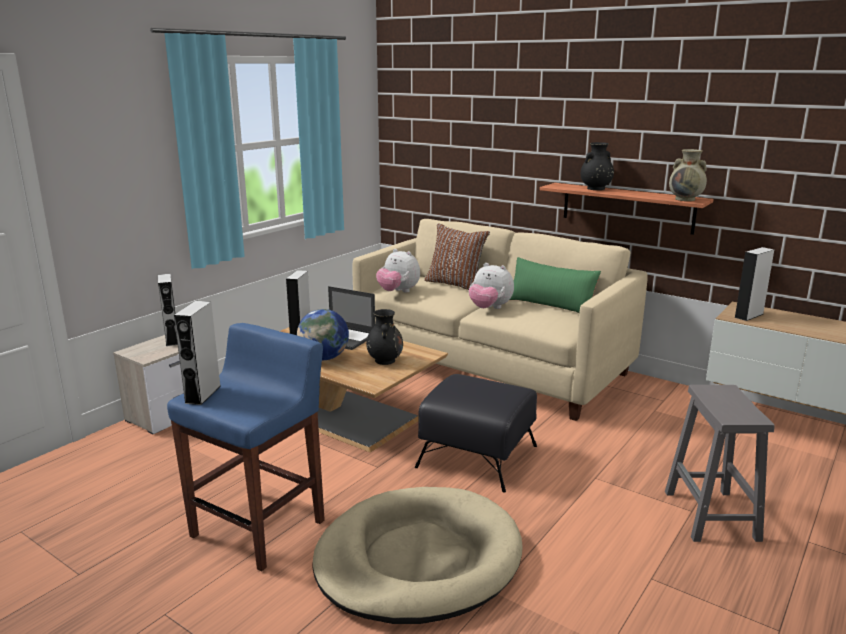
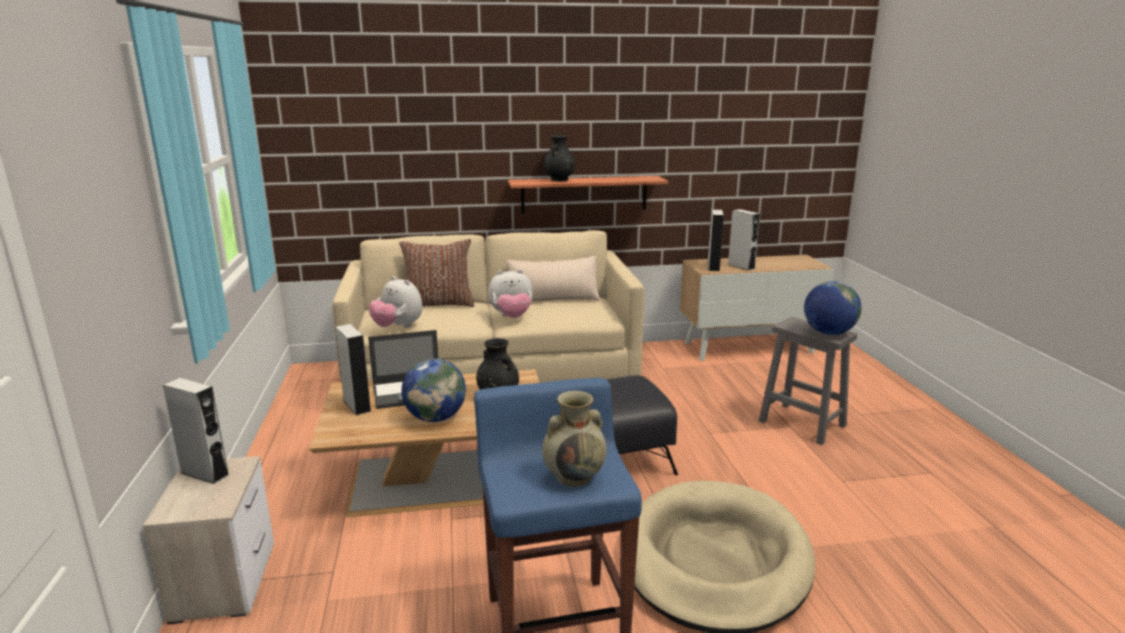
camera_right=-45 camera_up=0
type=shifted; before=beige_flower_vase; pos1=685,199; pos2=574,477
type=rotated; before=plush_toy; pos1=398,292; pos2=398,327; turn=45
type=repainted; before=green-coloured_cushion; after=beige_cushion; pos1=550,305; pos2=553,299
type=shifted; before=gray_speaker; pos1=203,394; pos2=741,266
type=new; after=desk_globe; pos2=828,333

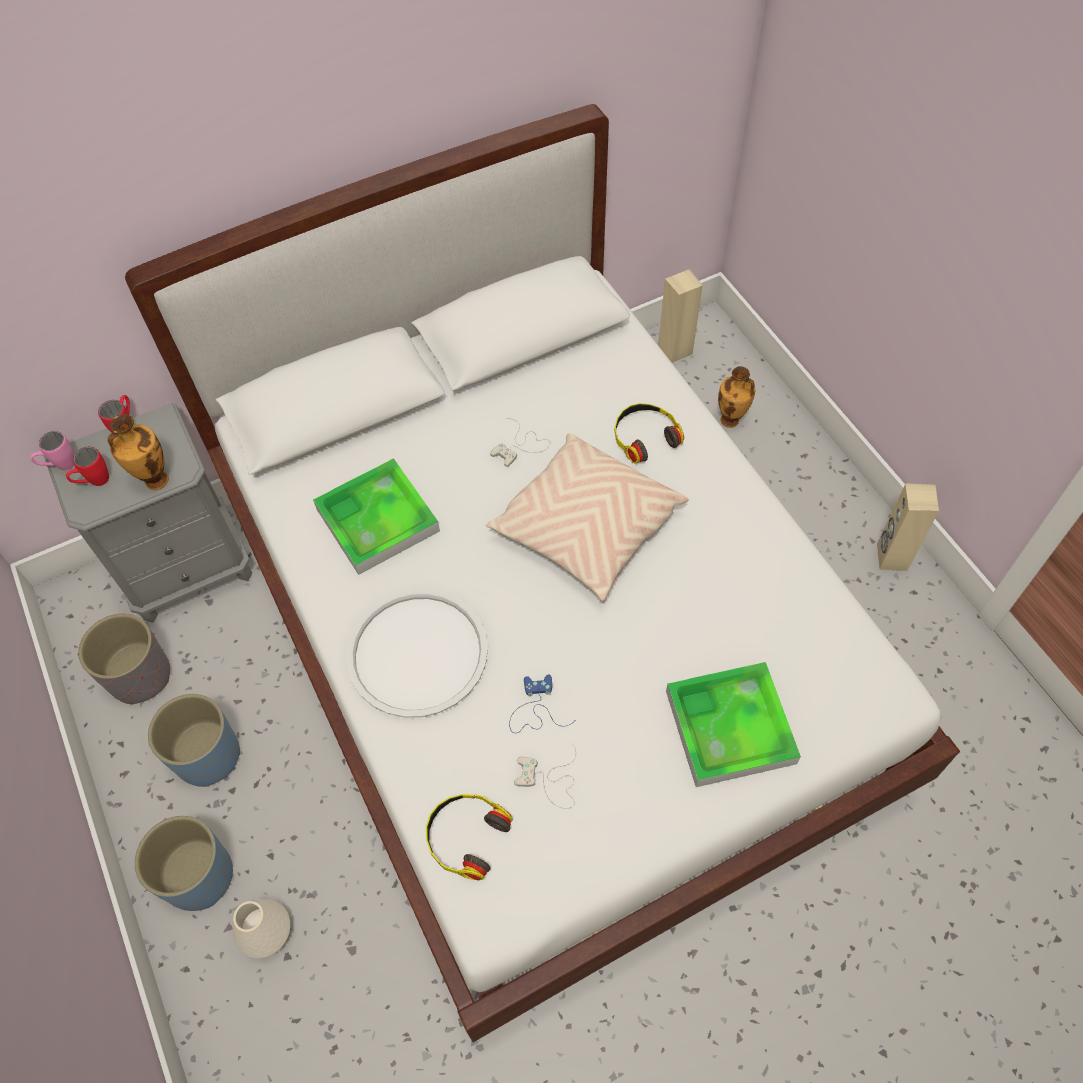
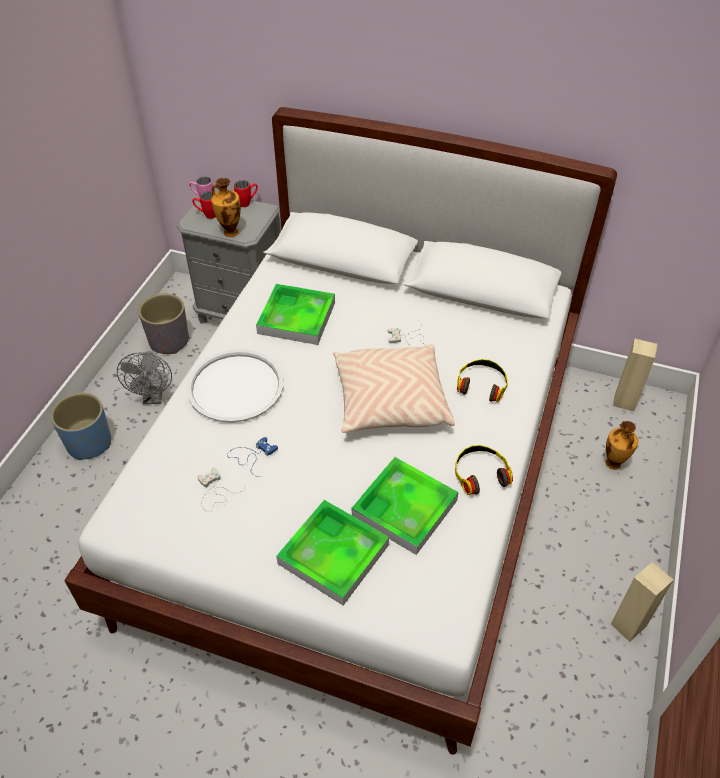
camera_right=45 camera_up=-10
type=swapped; before=blue-coloured_flower_pot; after=gray_electric_fan; pos1=208,755; pos2=153,397
type=shifted; before=pair_of_headphones; pos1=466,836; pos2=480,473
type=gone; before=white-coloured_flower_vase; pos1=267,932
type=new; after=serving_tray; pos2=404,508

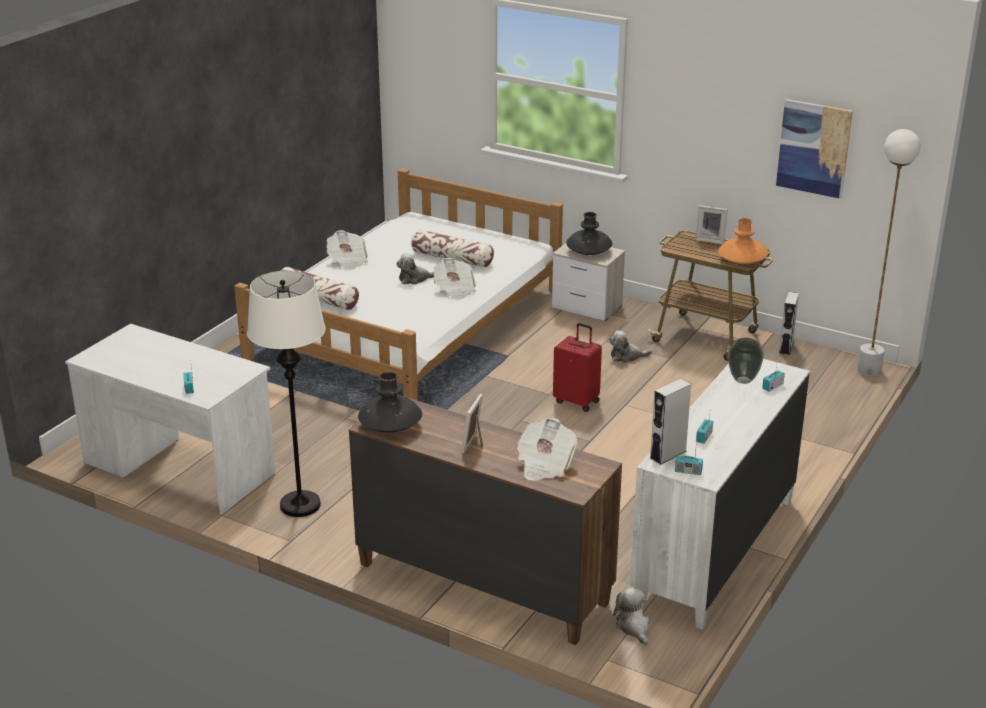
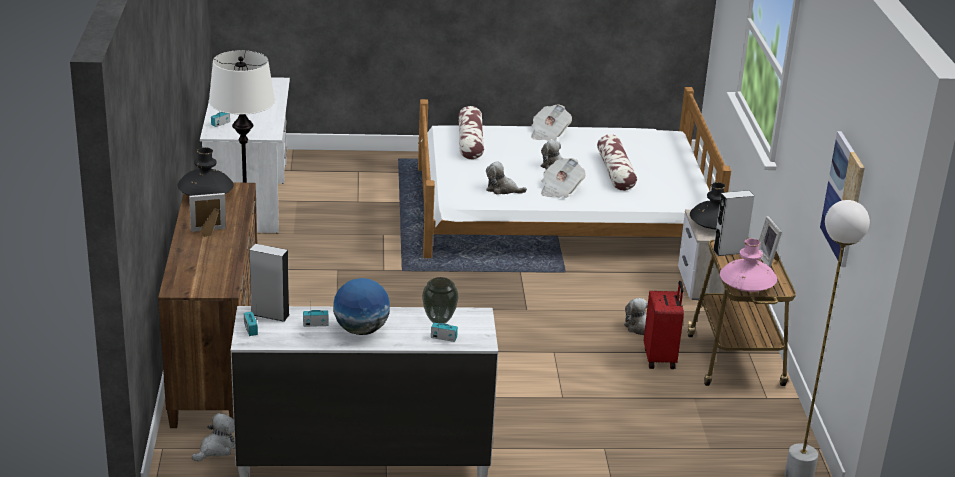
camera_right=55 camera_up=0
type=repainted; before=orangey_flower_vase; after=pinkish_flower_vase; pos1=742,260; pos2=746,285
type=shifted; before=gray_speaker; pos1=786,348; pos2=729,251
type=shifted; before=red_suitcase; pos1=577,401; pos2=660,358
type=gone; before=daily_paper; pos1=544,464
type=new; after=plush_toy; pos2=502,189
type=new; after=desk_globe; pos2=361,330

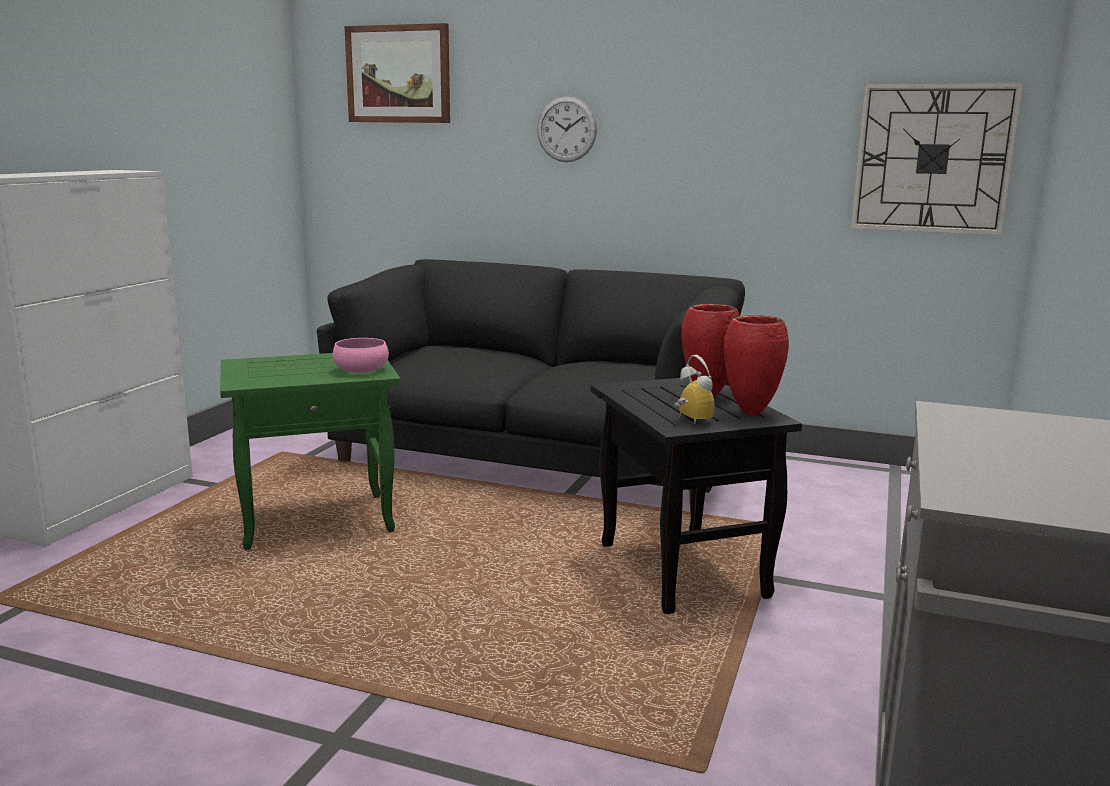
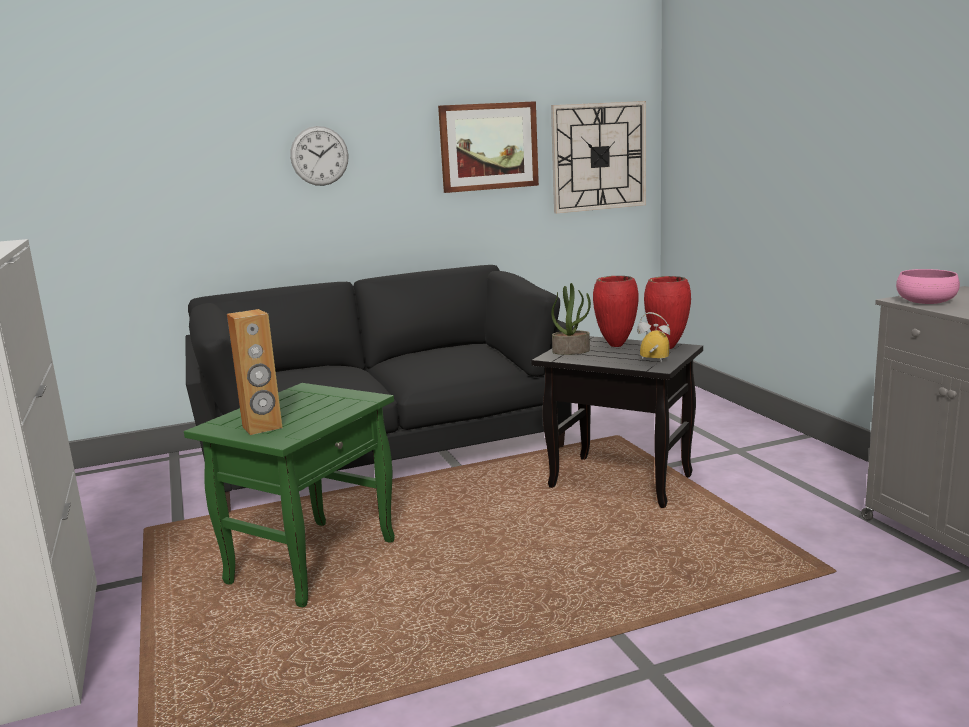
camera_right=-40 camera_up=0
type=shifted; before=wall_art; pos1=398,74; pos2=488,146
type=shifted; before=pinkish_bowl; pos1=361,369; pos2=926,301
type=new; after=plant_in_a_pot; pos2=571,351
type=new; after=brown-coloured_speaker; pos2=262,427

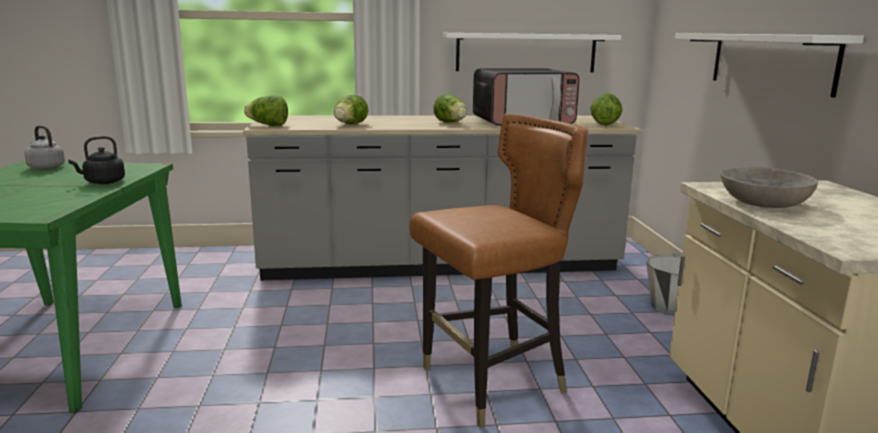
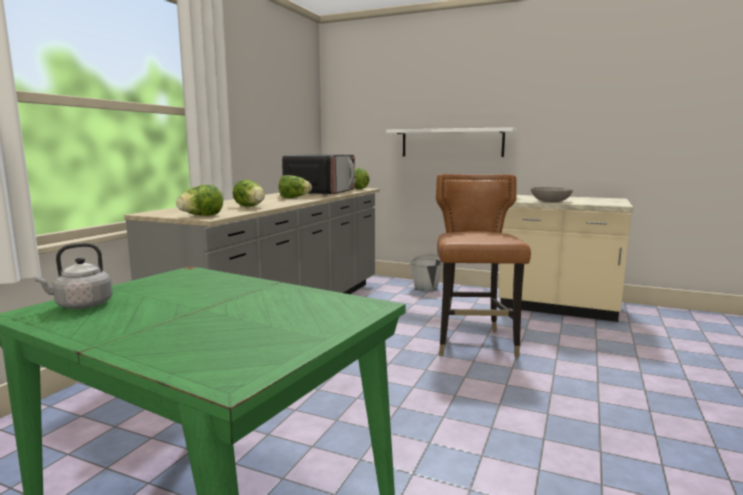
camera_right=-60 camera_up=-5
type=gone; before=white-coloured_wall_shelf; pos1=526,52
type=gone; before=black-coloured_tea_kettle; pos1=102,182

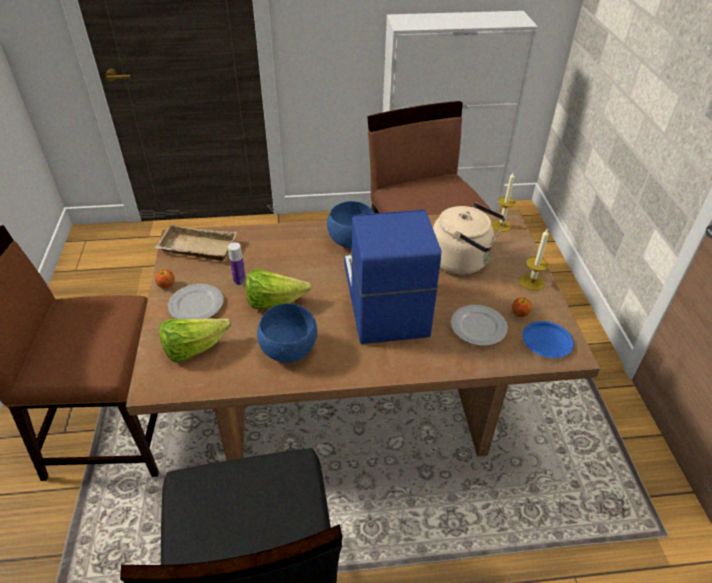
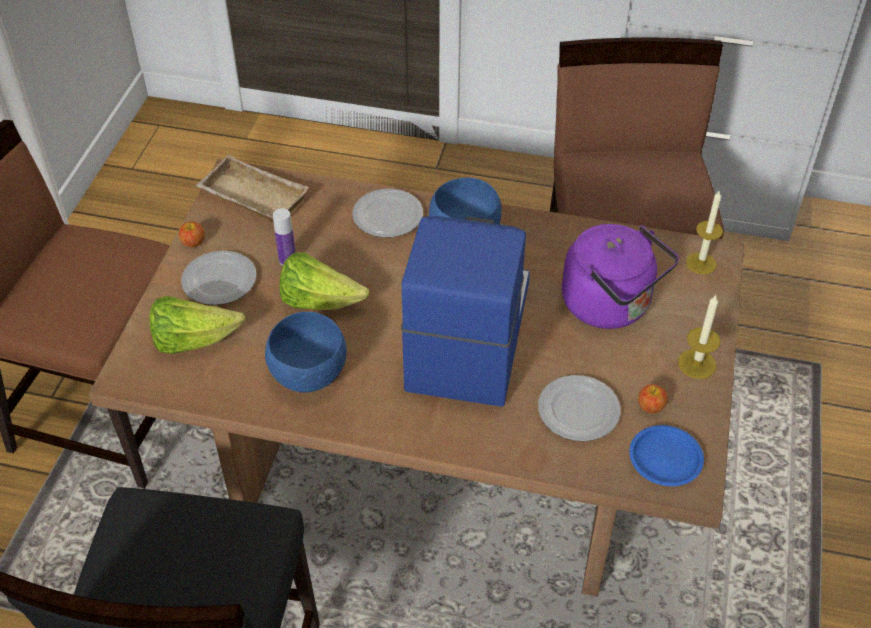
camera_right=20 camera_up=5
type=repainted; before=beige_tea_kettle; after=purplish_tea_kettle; pos1=463,261; pos2=611,306
type=new; after=flat_dish; pos2=388,216

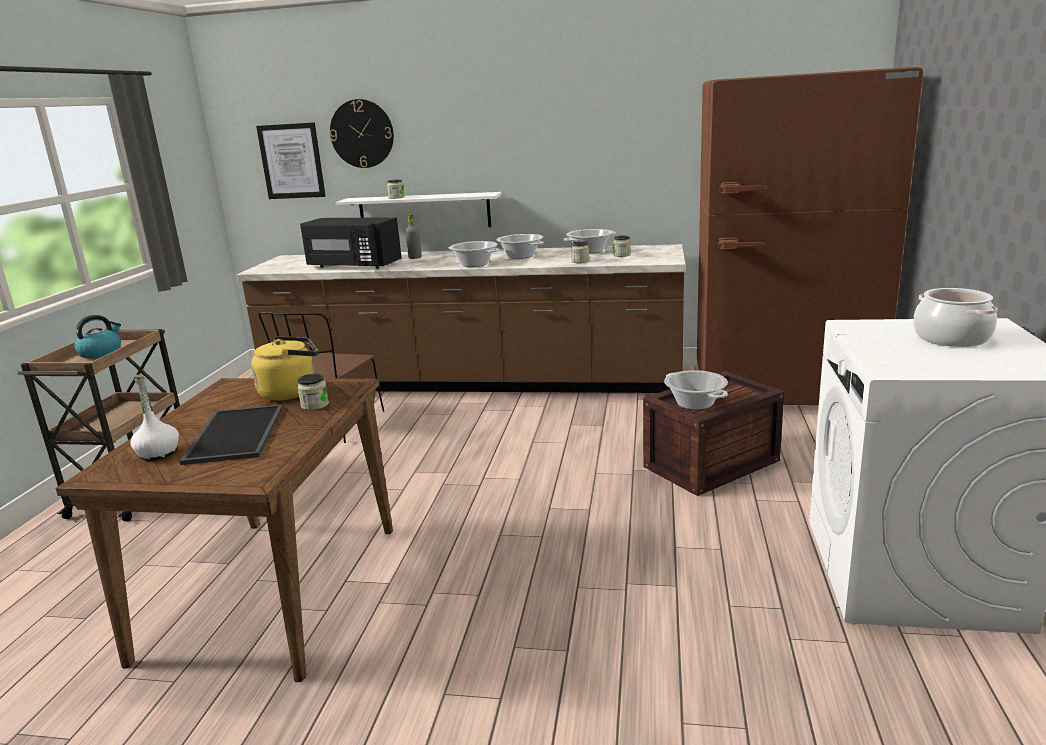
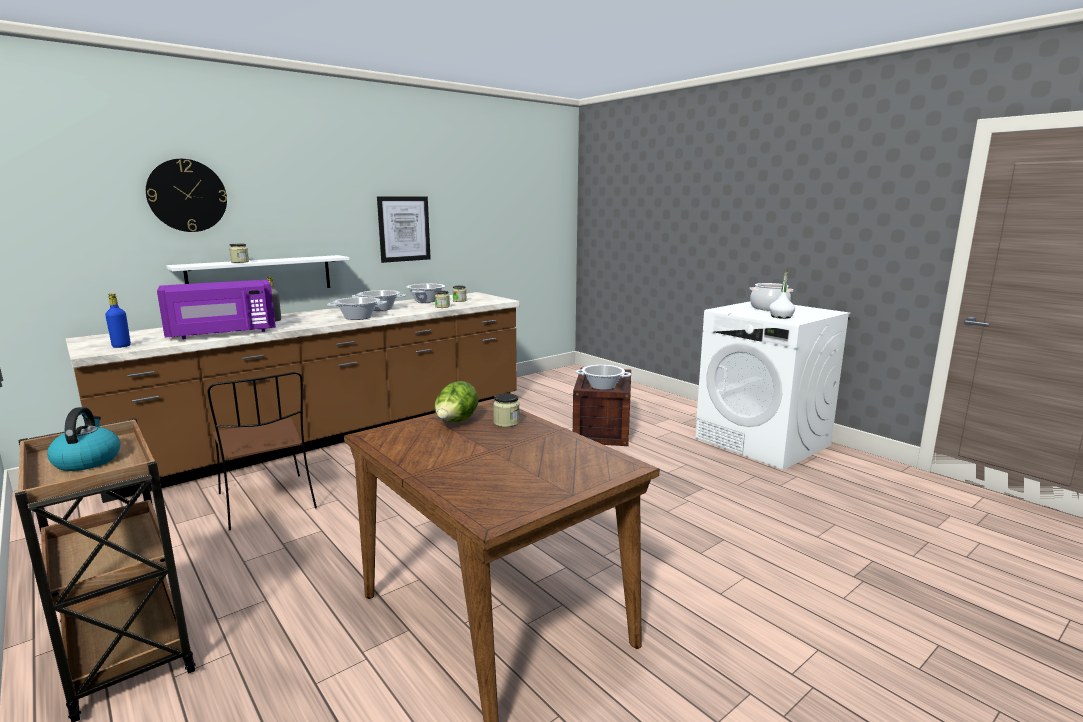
camera_right=-50 camera_up=-5
type=gone; before=brown-coloured_refrigerator; pos1=782,389
type=shifted; before=wall_art; pos1=292,161; pos2=404,229
type=repainted; before=black-coloured_microwave_oven; after=purplish_microwave_oven; pos1=352,266; pos2=222,333
type=swapped; before=yellowish_tea_kettle; after=head_of_lettuce; pos1=292,392; pos2=456,422
type=shifted; before=white-coloured_drink_bottle; pos1=158,453; pos2=781,317
type=gone; before=serving_tray; pos1=234,434
type=new; after=blue-coloured_drink_bottle; pos2=121,346

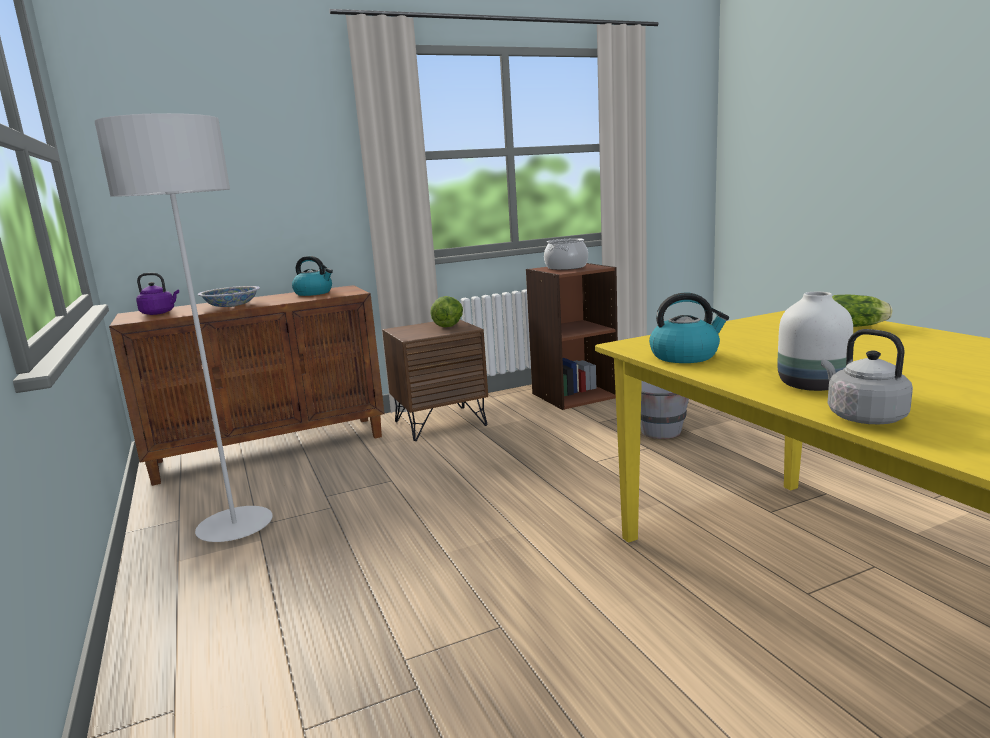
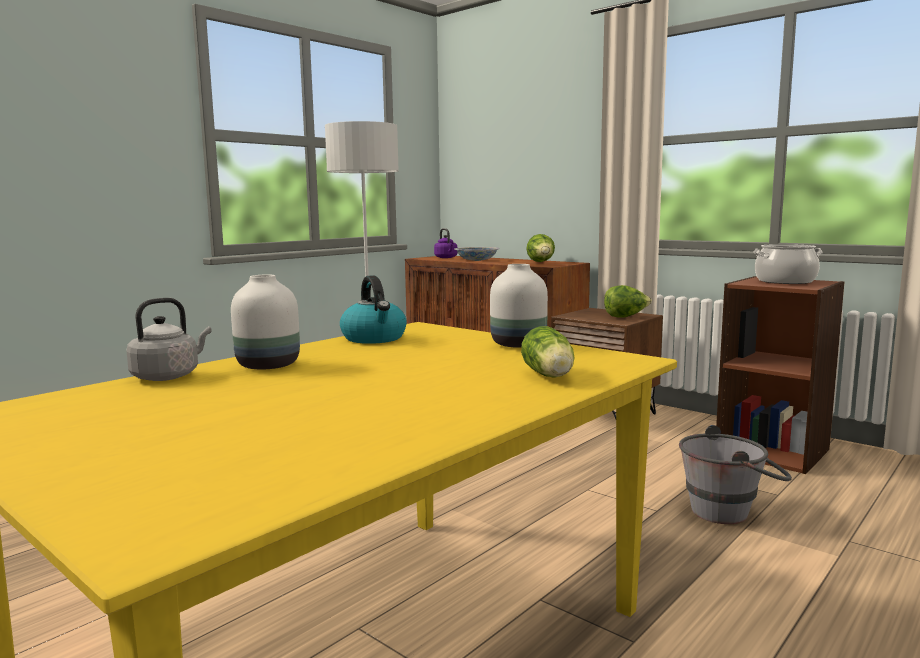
camera_right=65 camera_up=-5
type=swapped; before=tea_kettle; after=head_of_lettuce; pos1=314,293; pos2=541,262
type=new; after=white-coloured_flower_vase; pos2=519,345

